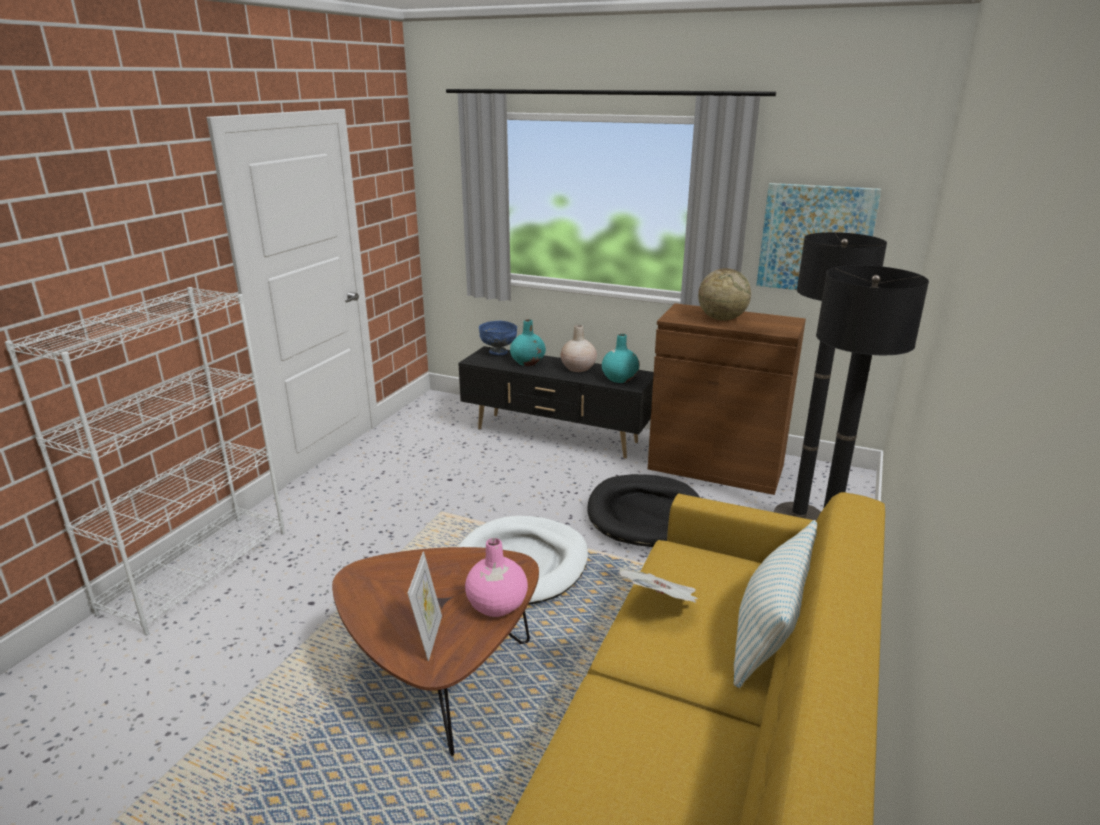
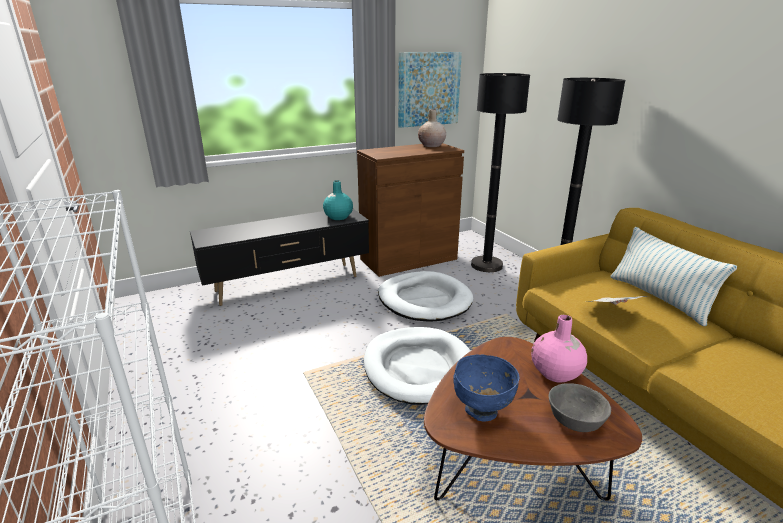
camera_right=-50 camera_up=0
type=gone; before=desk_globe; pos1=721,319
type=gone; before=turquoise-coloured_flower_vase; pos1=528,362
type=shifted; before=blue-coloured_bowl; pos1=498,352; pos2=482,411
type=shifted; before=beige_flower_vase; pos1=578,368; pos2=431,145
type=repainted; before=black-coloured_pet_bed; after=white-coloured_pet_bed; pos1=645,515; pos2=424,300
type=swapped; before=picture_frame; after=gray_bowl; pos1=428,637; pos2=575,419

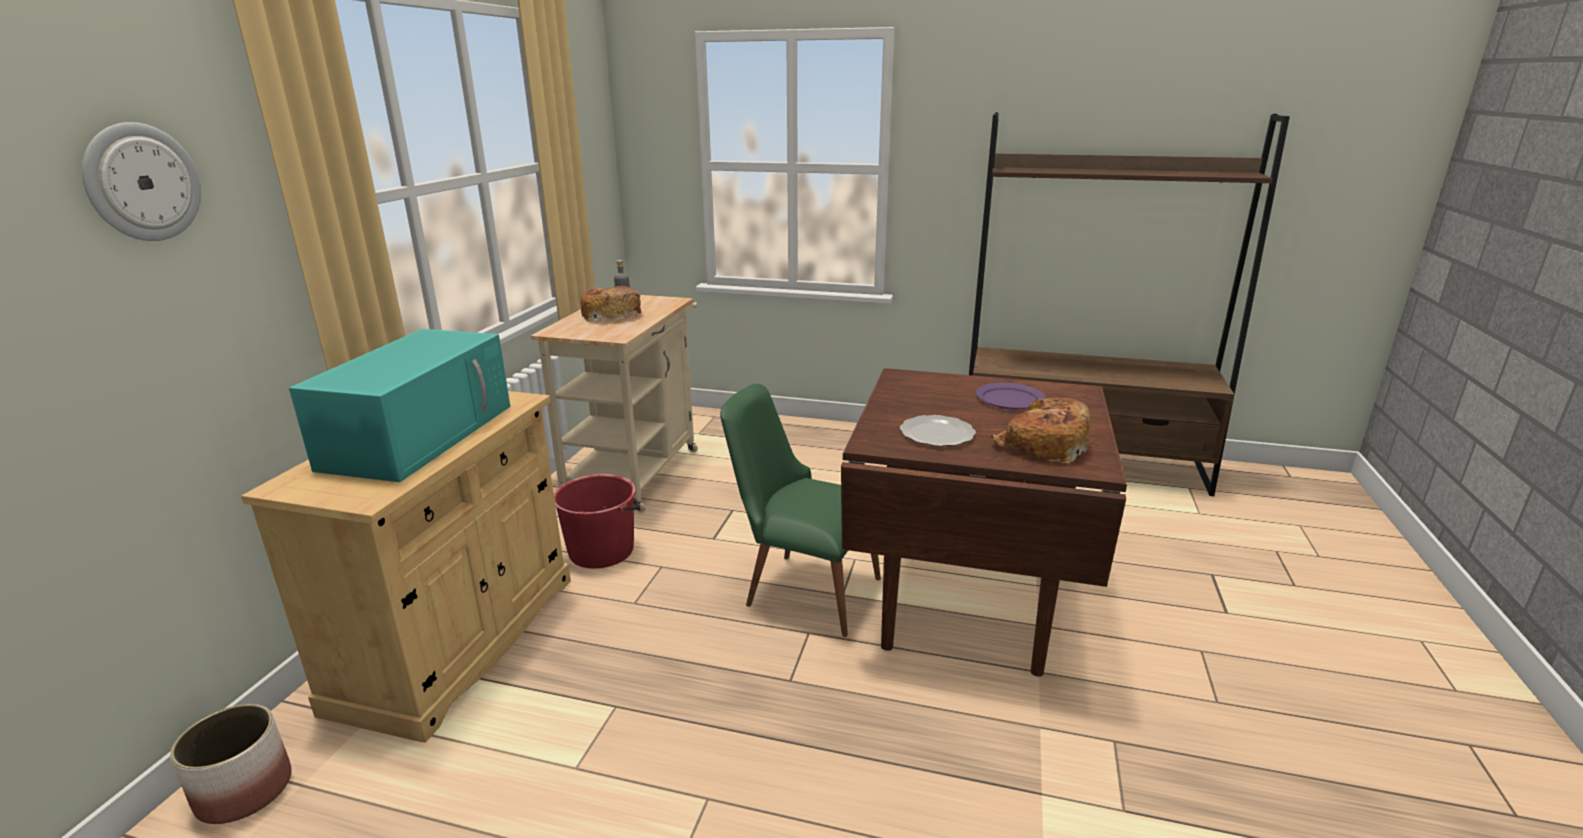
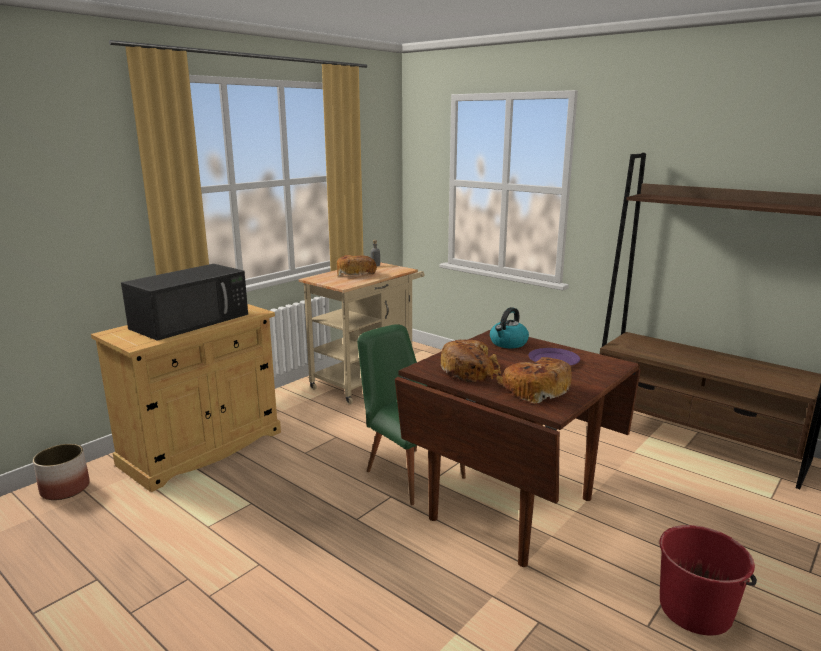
camera_right=25 camera_up=-5
type=gone; before=clock_on_the_wall; pos1=142,182
type=repainted; before=turquoise-coloured_microwave_oven; after=black-coloured_microwave_oven; pos1=421,434; pos2=191,321
type=swapped; before=flat_dish; after=baked_bread; pos1=936,434; pos2=470,371
type=shifted; before=red_bucket; pos1=602,550; pos2=696,609
type=new; after=tea_kettle; pos2=508,343

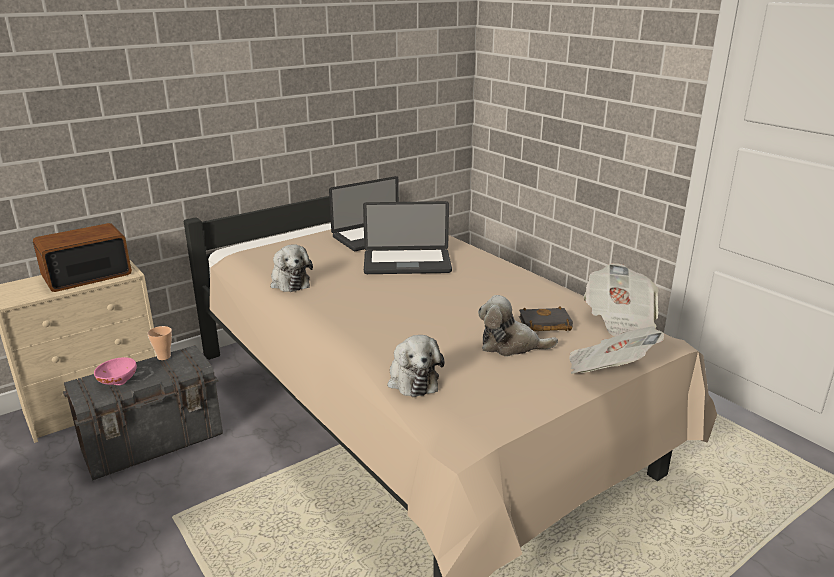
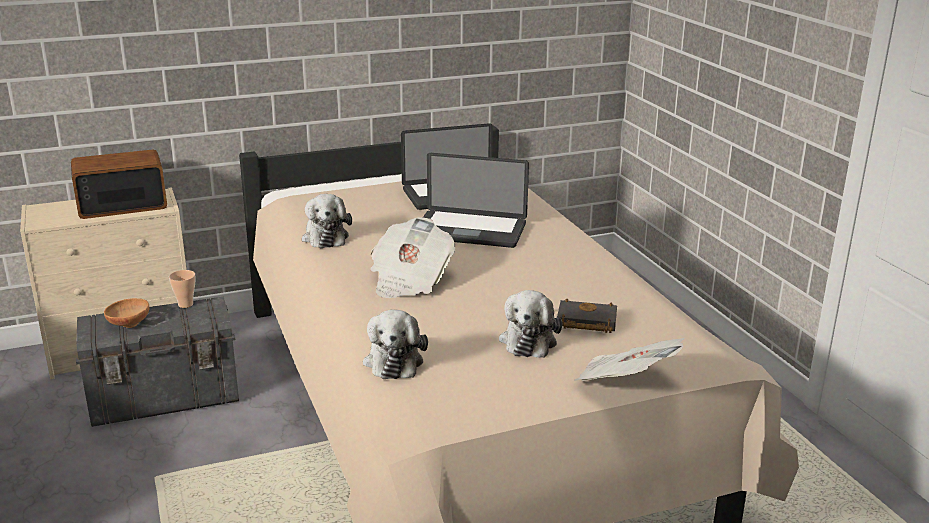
camera_right=15 camera_up=0
type=shifted; before=daily_paper; pos1=619,319; pos2=409,280
type=rotated; before=plush_toy; pos1=511,345; pos2=529,340; turn=-105
type=repainted; before=pinkish_bowl; after=brown-coloured_bowl; pos1=117,382; pos2=128,324

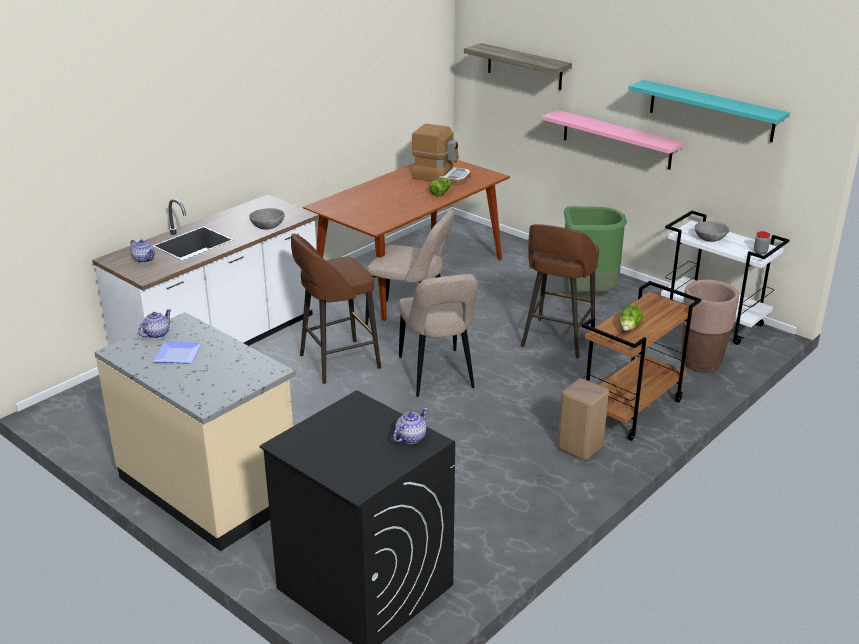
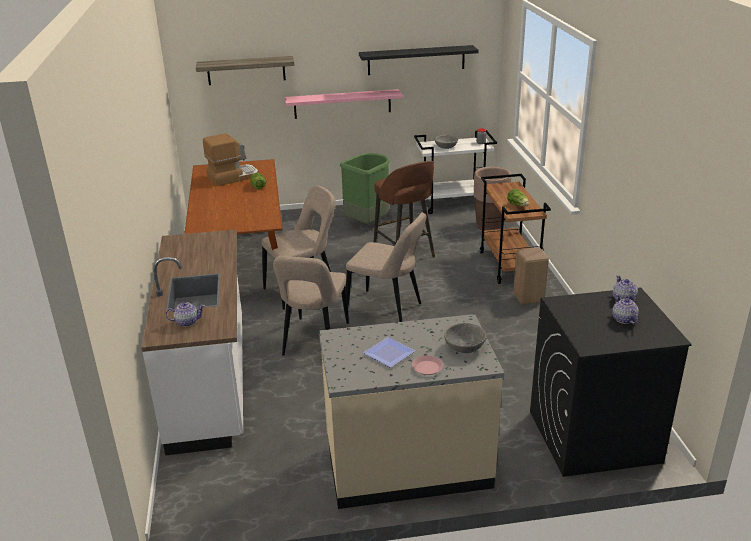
camera_right=-50 camera_up=0
type=repainted; before=turquoise-coloured_wall_shelf; after=black-coloured_wall_shelf; pos1=711,111; pos2=416,60
type=shifted; before=gray_bowl; pos1=267,226; pos2=465,347
type=swapped; before=brown-coloured_stool_seat; after=beige_plain_chair; pos1=337,362; pos2=314,341
type=shifted; before=tea_pot; pos1=156,334; pos2=624,319
type=new; after=pinkish_flat_dish; pos2=427,368

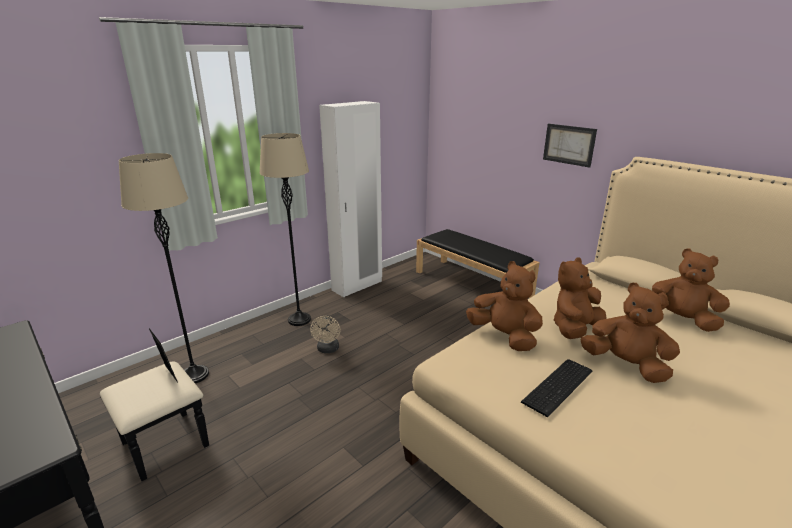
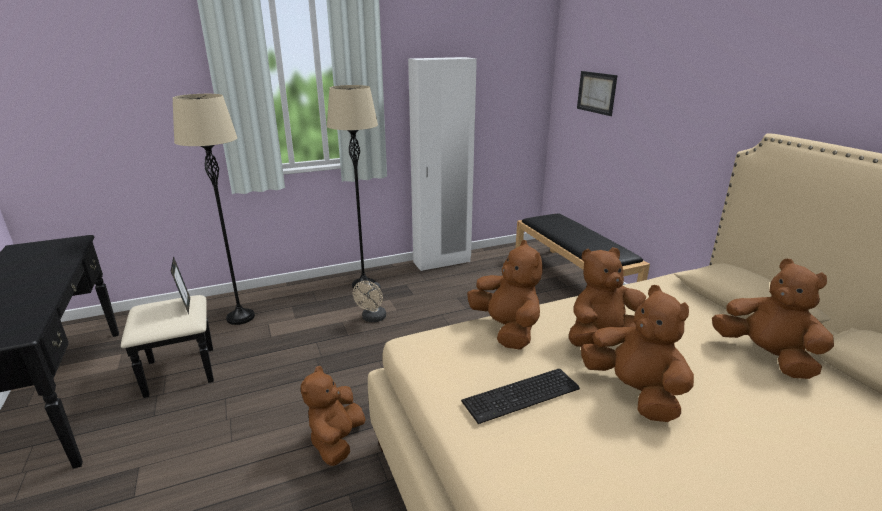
camera_right=20 camera_up=0
type=shifted; before=wall_art; pos1=569,144; pos2=596,92
type=new; after=brown-coloured_plush_toy; pos2=337,441

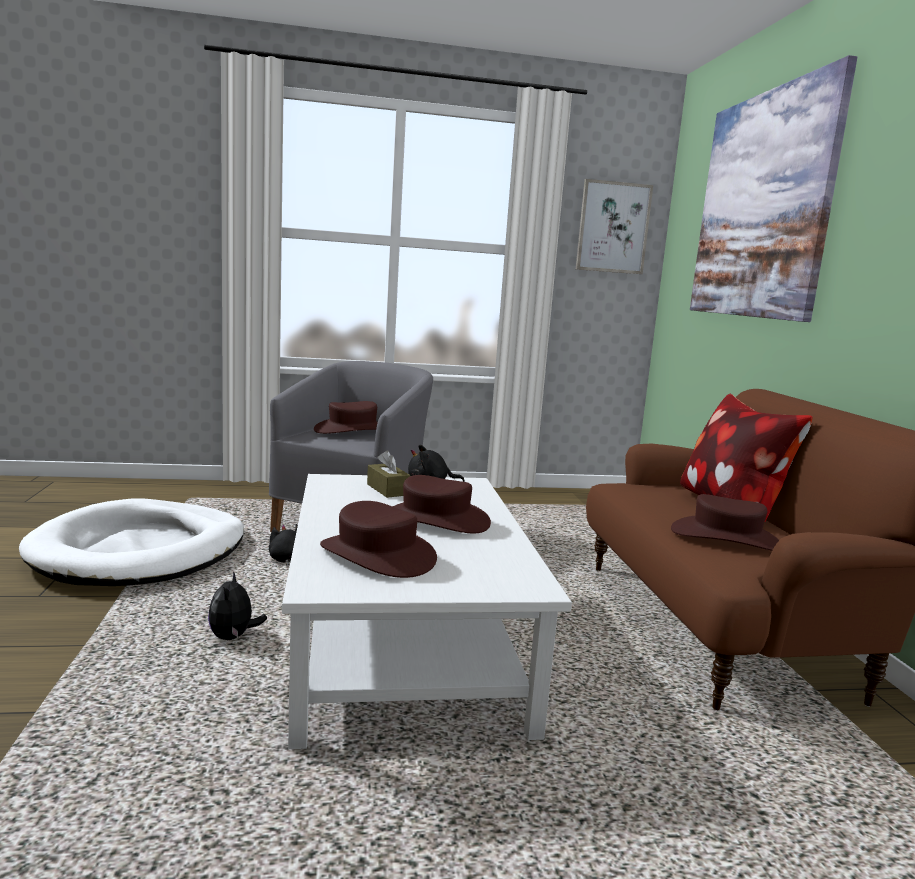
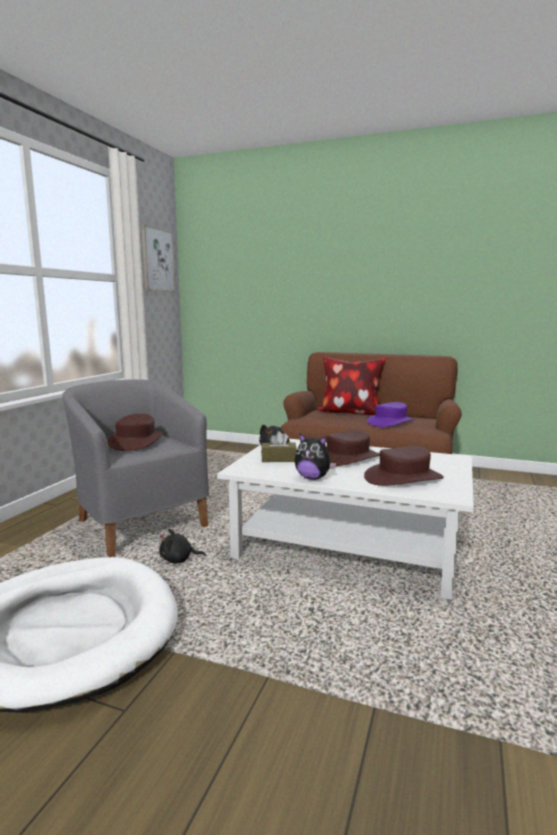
camera_right=-60 camera_up=0
type=gone; before=wall_art; pos1=762,206
type=repainted; before=brown-coloured_clothing_hat; after=purplish_clothing_hat; pos1=725,537; pos2=390,422
type=shifted; before=plush_toy; pos1=233,637; pos2=313,478

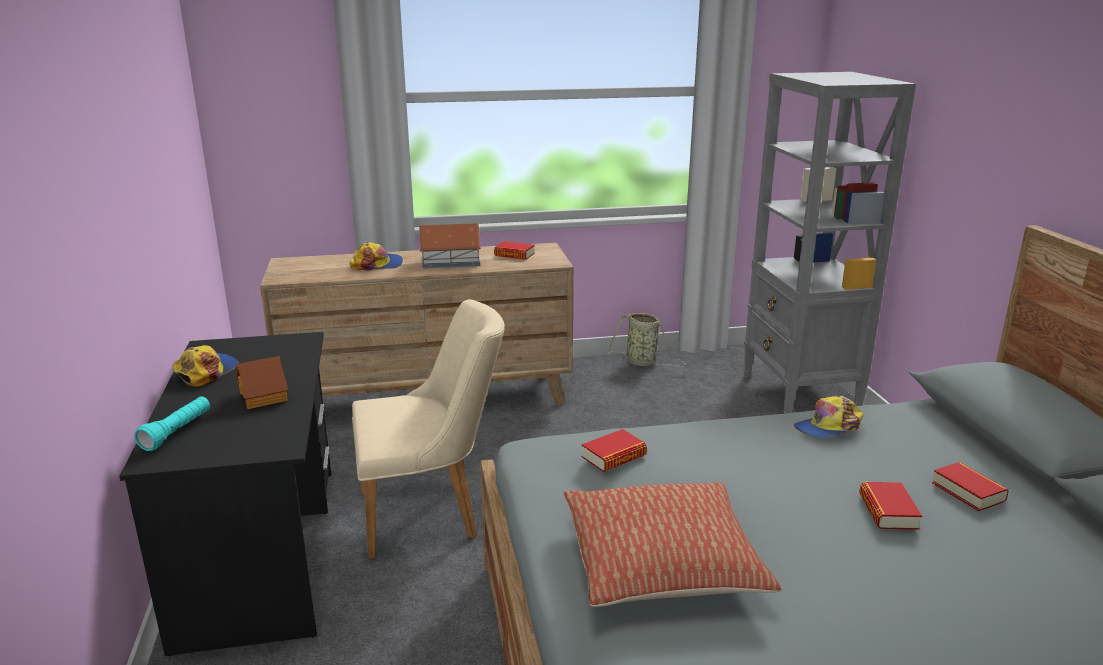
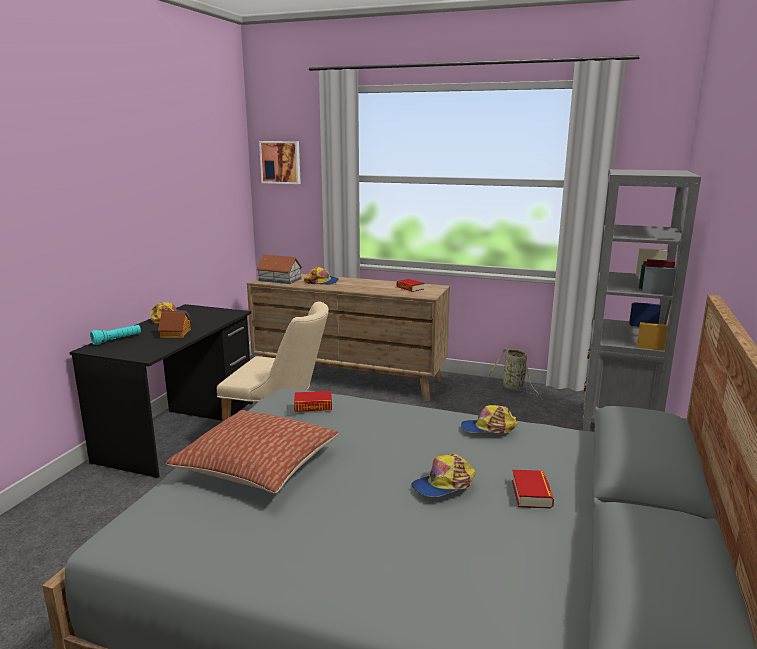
camera_right=30 camera_up=-5
type=shifted; before=model_house; pos1=451,261; pos2=280,280
type=swapped; before=book; after=baseball_cap; pos1=888,511; pos2=444,485
type=new; after=wall_art; pos2=281,162

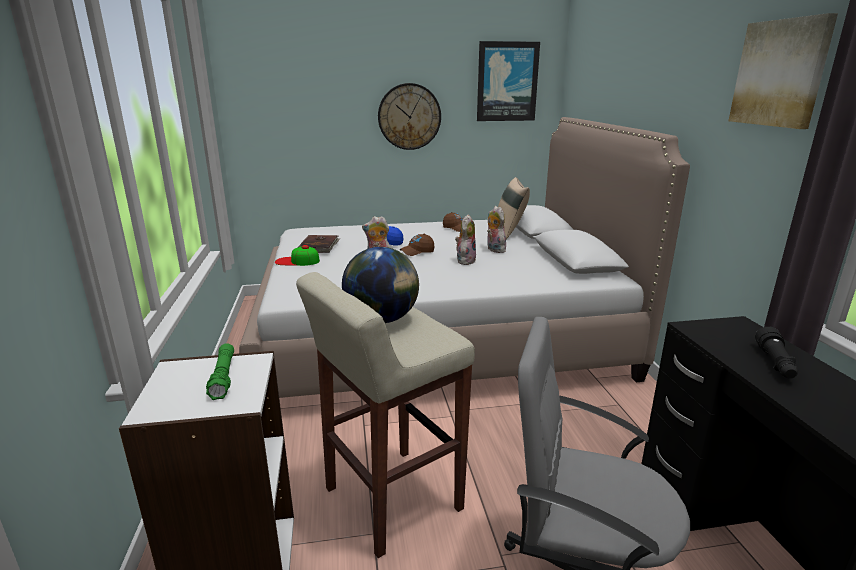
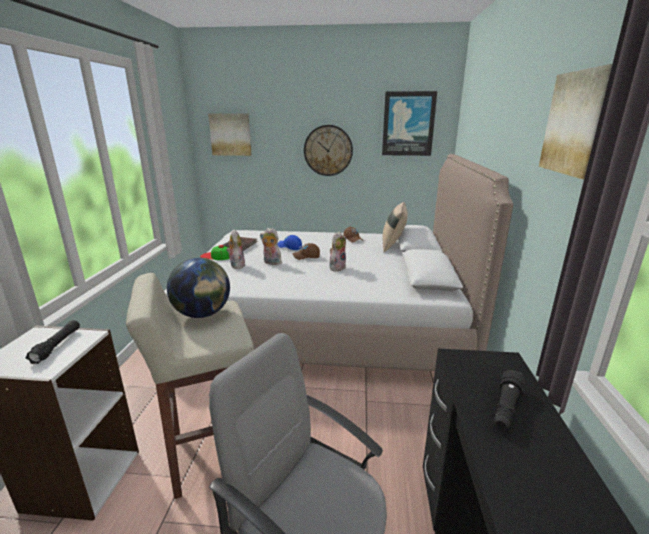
camera_right=15 camera_up=0
type=shifted; before=plush_toy; pos1=494,249; pos2=236,265
type=repainted; before=green-coloured_flashlight; after=black-coloured_flashlight; pos1=223,377; pos2=57,346
type=new; after=wall_art; pos2=230,134

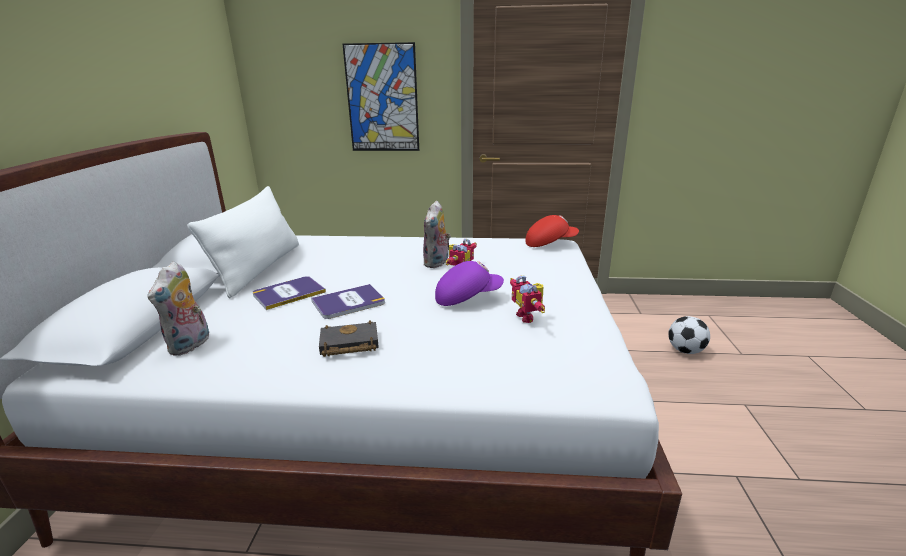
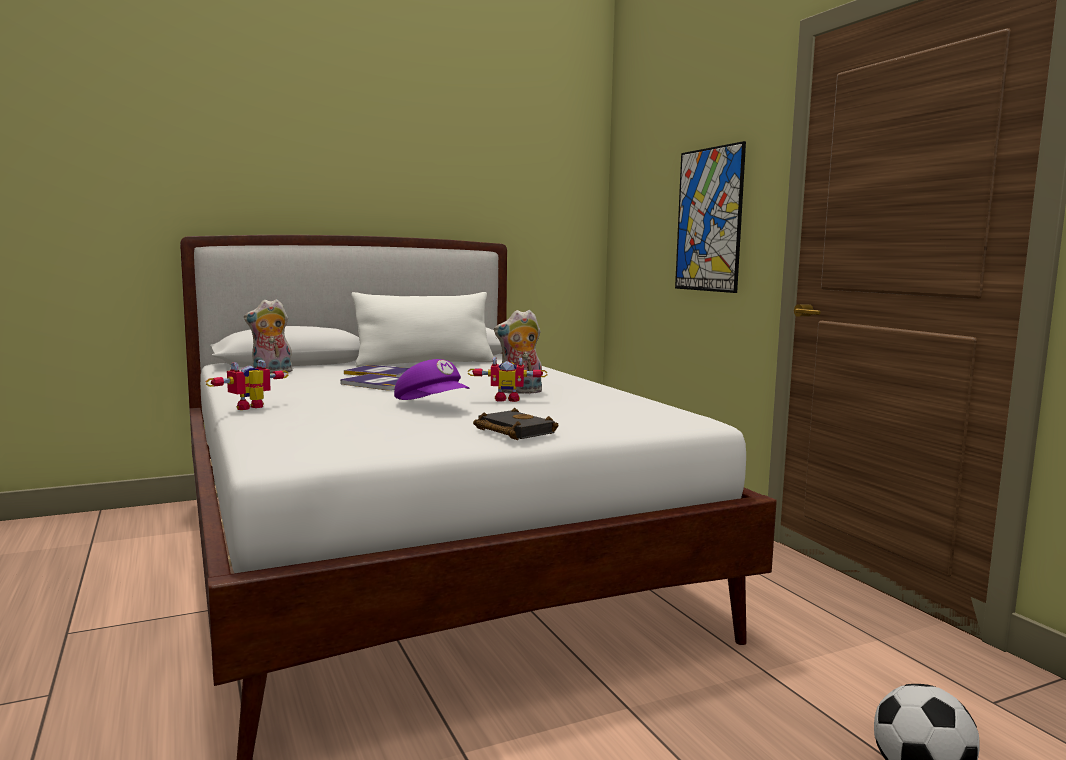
camera_right=60 camera_up=-15
type=gone; before=red_baseball_cap; pos1=550,243
type=shifted; before=model_robot; pos1=528,316; pos2=252,408
type=shifted; before=black-coloured_book; pos1=348,345; pos2=511,431

